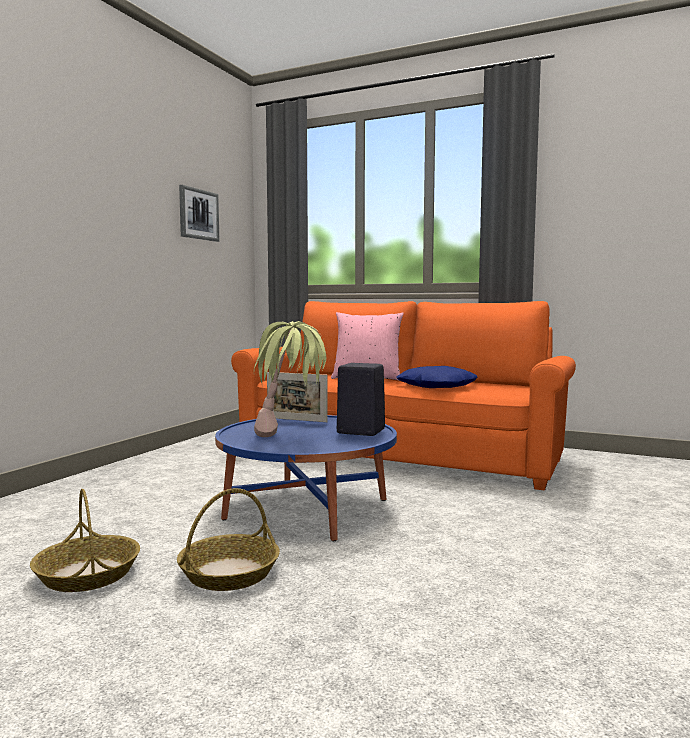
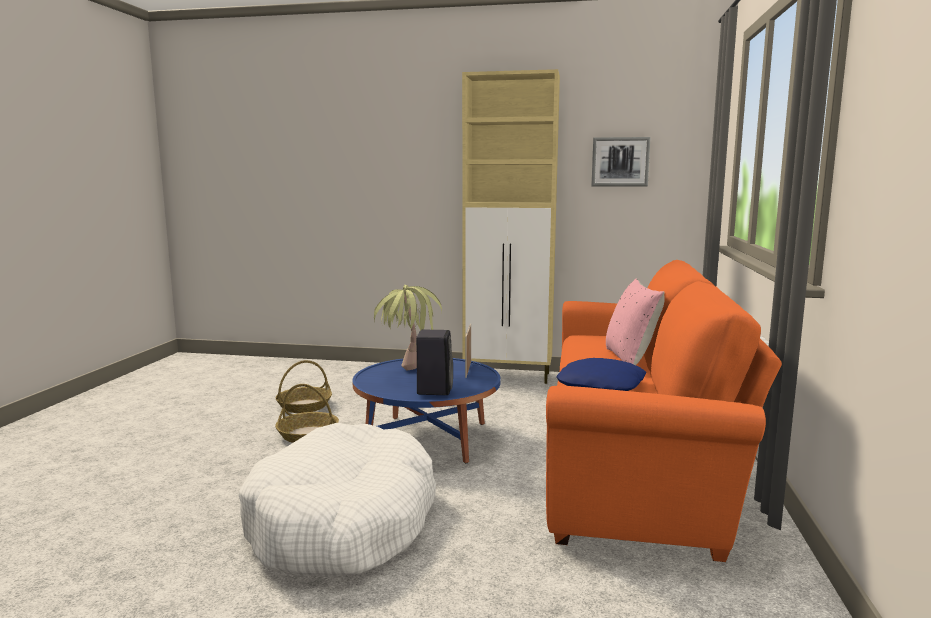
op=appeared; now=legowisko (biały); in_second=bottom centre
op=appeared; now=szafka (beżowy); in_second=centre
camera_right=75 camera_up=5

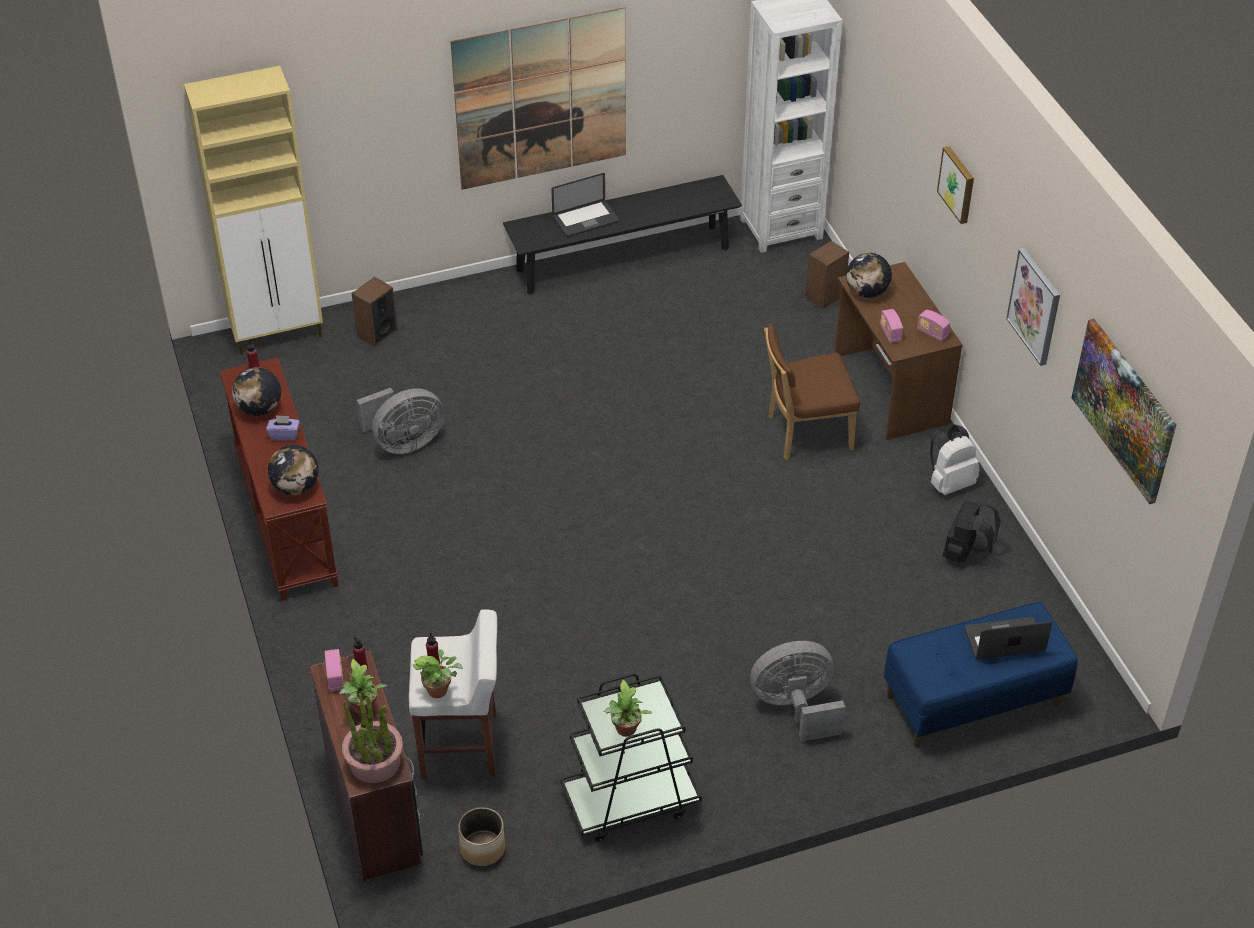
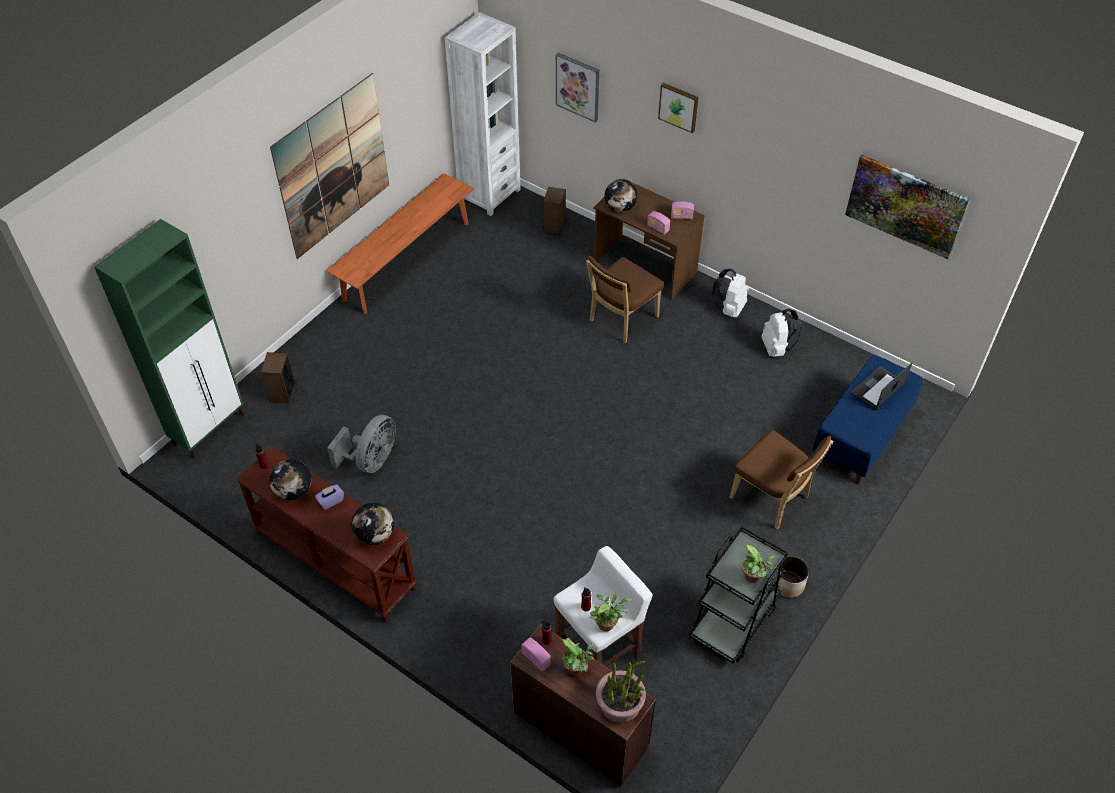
op=colour; was=szafka (beżowy); now=szafka (zielony); in_first=top left; in_second=middle left
op=relocated; was=donica; in_first=bottom centre; in_second=bottom right
op=colour; was=ławka (czarny); now=ławka (pomarańczowy); in_first=top centre; in_second=top centre
op=missing; was=laptop (no. 1 from left); in_first=top centre
op=exchanged; was=wentylator (szary) (no. 2 from left); now=krzesło (brązowy) (no. 2 from left); in_first=bottom centre; in_second=middle right
op=colour; was=plecak (czarny); now=plecak (biały) (no. 2 from left); in_first=middle right; in_second=middle right
op=relocated; was=obraz (no. 3 from left in the first image); now=obraz (no. 2 from left); in_first=top right; in_second=top centre
camera_right=-35 camera_up=5

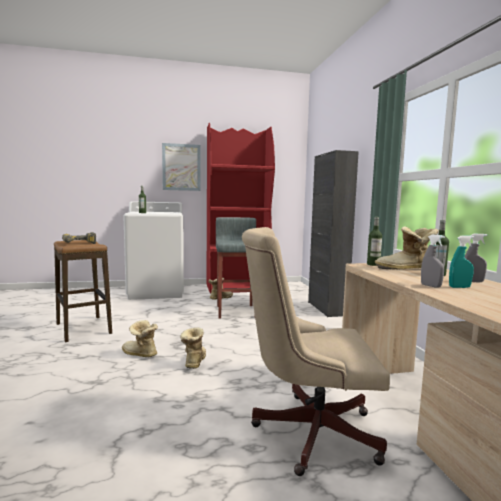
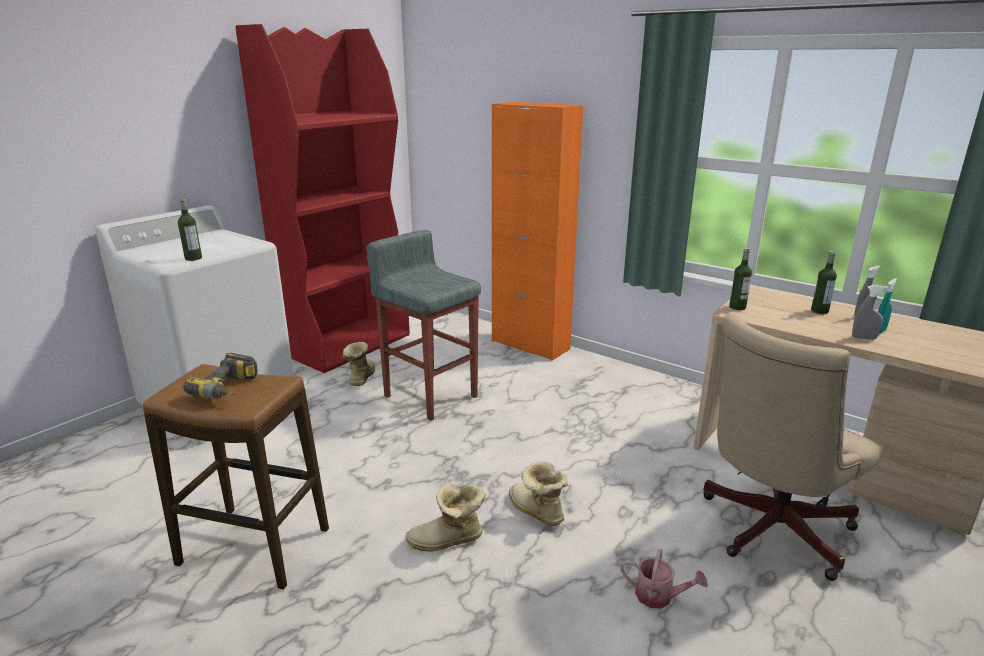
op=missing; was=obraz; in_first=centre
op=colour; was=szafka (czarny); now=szafka (pomarańczowy); in_first=centre; in_second=centre
op=missing; was=but z cholewką (no. 4 from left); in_first=middle right
op=appeared; now=konewka; in_second=bottom right
camera_right=-40 camera_up=15

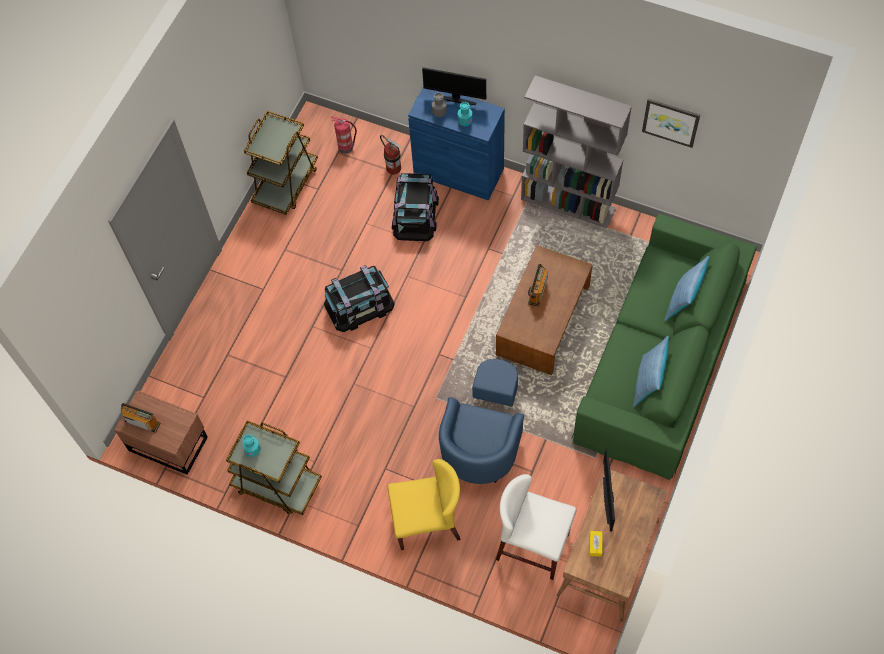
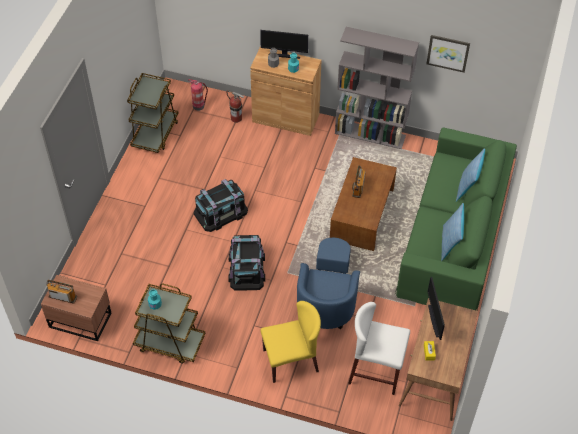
op=relocated; was=pojemnik do przechowywania (czarny) (no. 2 from left); in_first=top centre; in_second=centre
op=colour; was=szafka (niebieski); now=szafka (brązowy); in_first=top centre; in_second=top centre
camera_right=-10 camera_up=-10

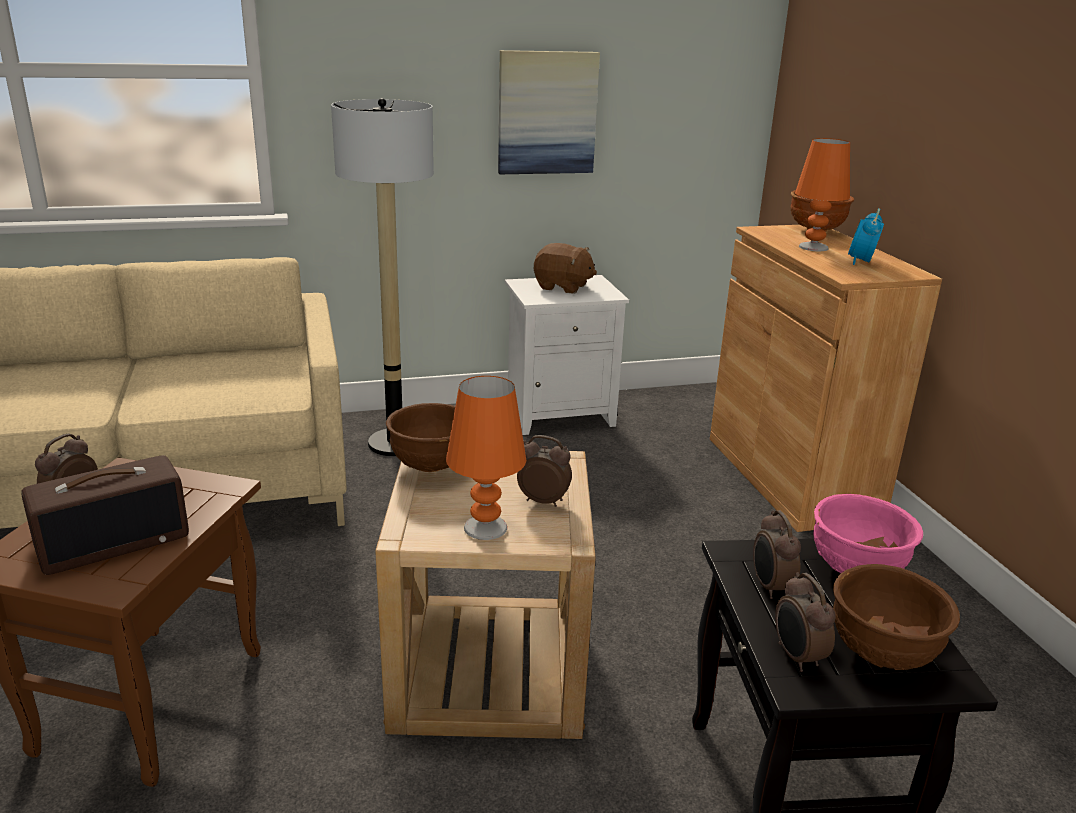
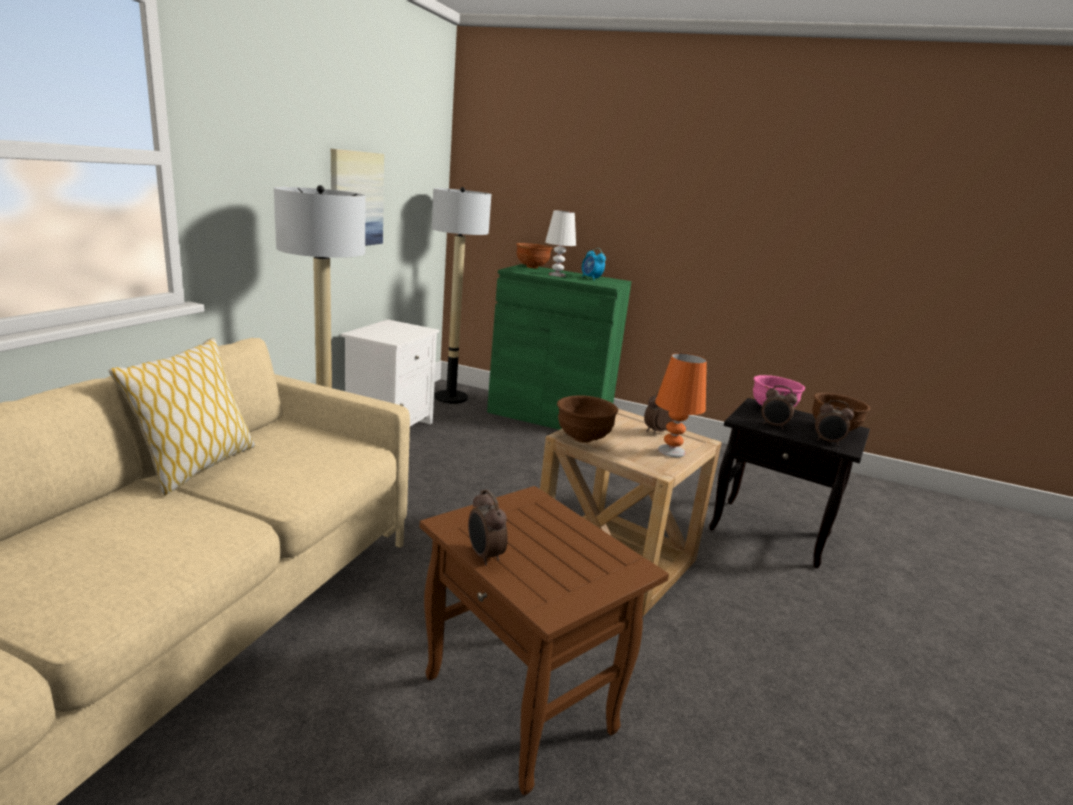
op=missing; was=radio; in_first=middle left
op=missing; was=pluszak (brązowy); in_first=top centre
op=colour; was=szafka (brązowy); now=szafka (zielony); in_first=middle right; in_second=centre
op=colour; was=lampa stołowa (pomarańczowy) (no. 2 from left); now=lampa stołowa (biały); in_first=top right; in_second=top centre
op=appeared; now=poduszka; in_second=middle left
op=appeared; now=lampa stojąca (no. 2 from left); in_second=centre
camera_right=-55 camera_up=-5

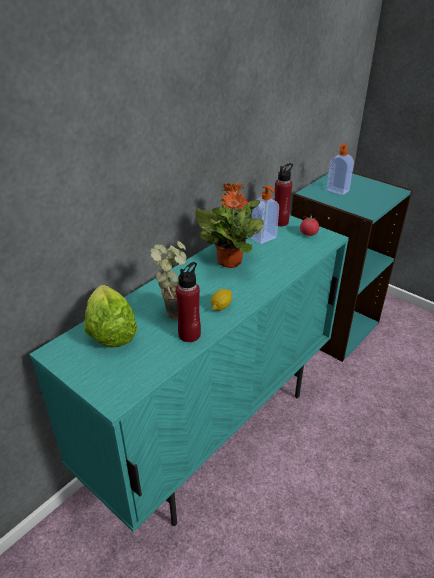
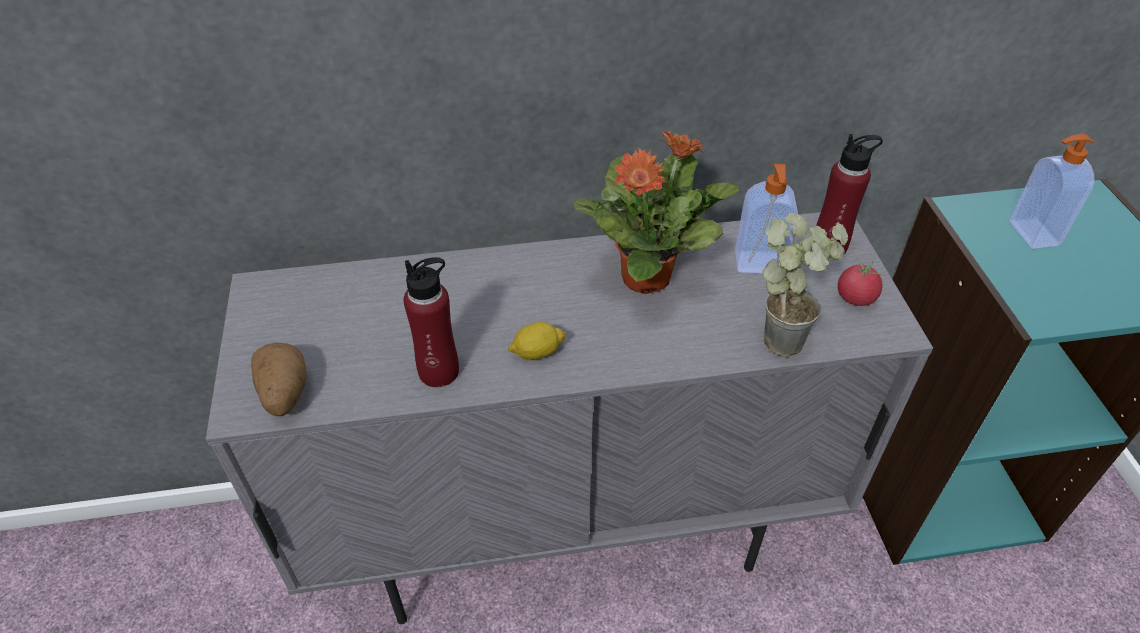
op=colour; was=szafka (turkusowy); now=szafka (szary); in_first=centre; in_second=centre
op=missing; was=sałata; in_first=middle left
op=relocated; was=roślina doniczkowa (no. 1 from left in the first image); now=roślina doniczkowa (no. 2 from left); in_first=centre; in_second=middle right
op=appeared; now=ziemniak; in_second=middle left
camera_right=40 camera_up=10

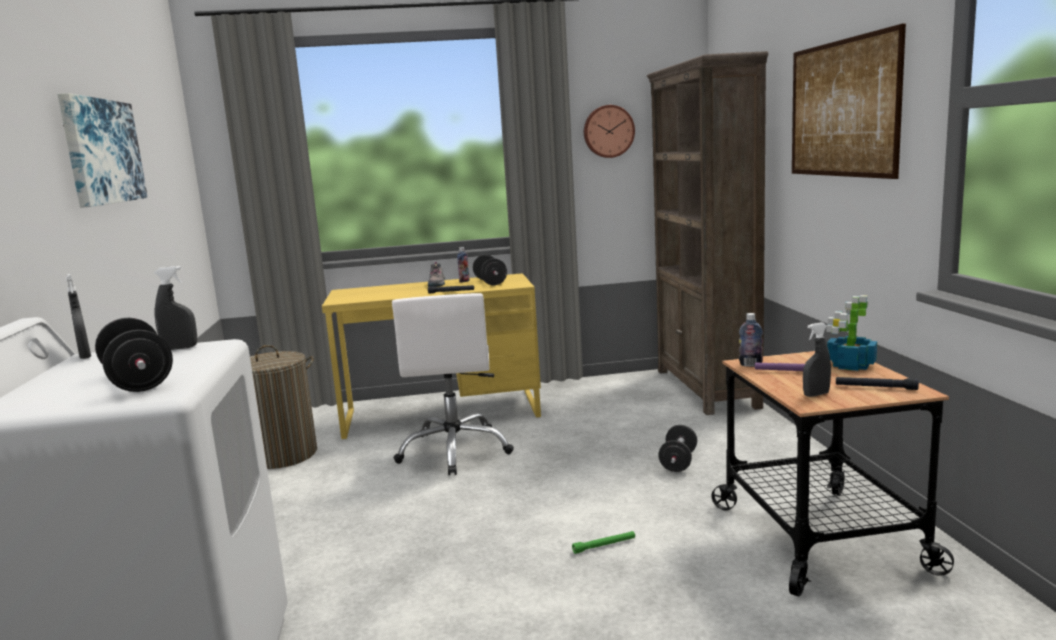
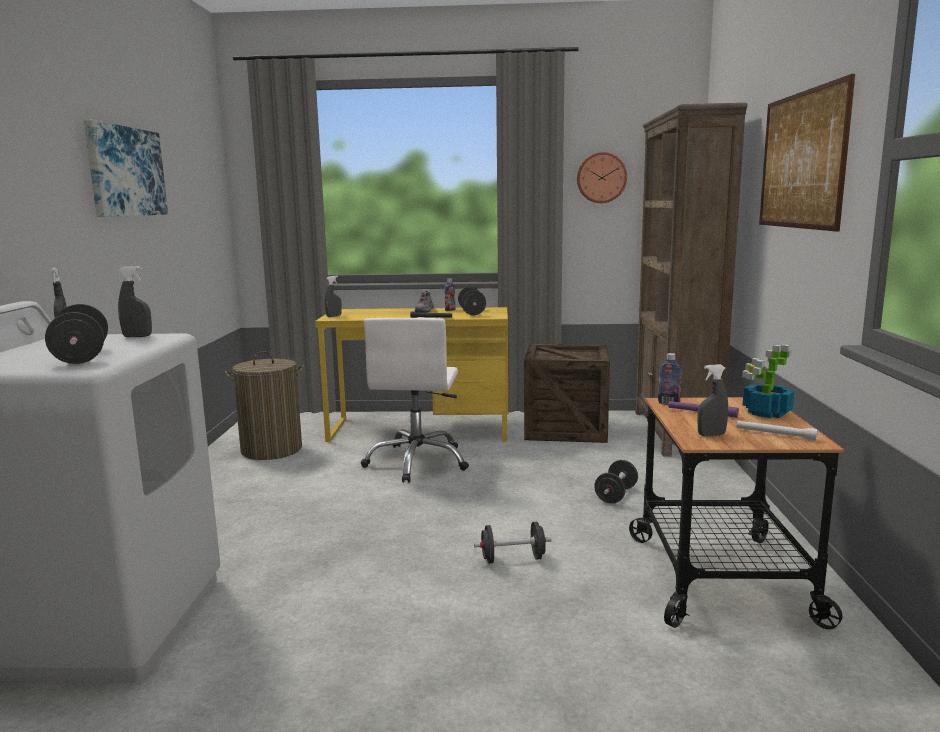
op=exchanged; was=latarka (zielony); now=hantel (czarny) (no. 3 from left); in_first=bottom centre; in_second=bottom centre
op=colour; was=latarka (czarny) (no. 2 from left); now=latarka (biały); in_first=middle right; in_second=middle right
op=appeared; now=spryskiwacz (szary) (no. 3 from left); in_second=centre
op=appeared; now=skrzynka; in_second=centre
camera_right=10 camera_up=0

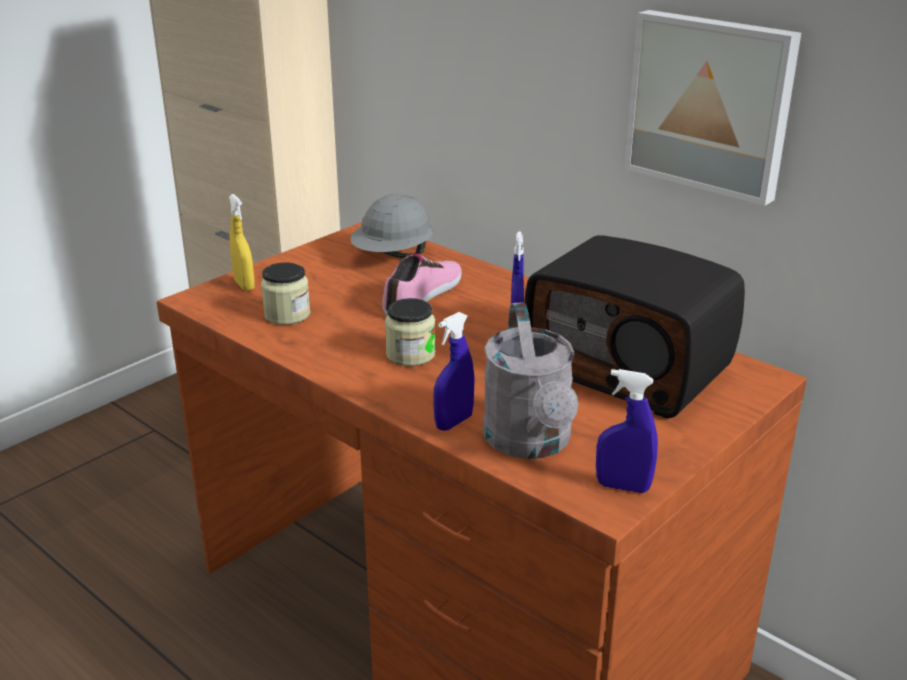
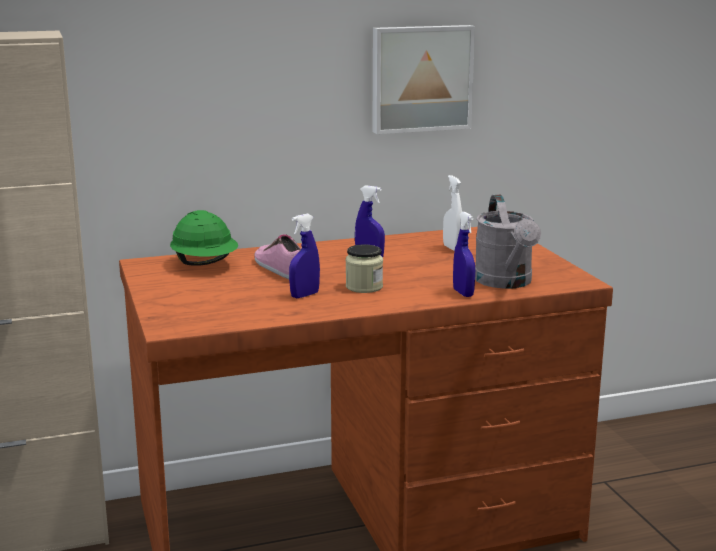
op=missing; was=spryskiwacz (żółty); in_first=middle left
op=missing; was=słoik (no. 1 from left); in_first=middle left
op=colour; was=kask (szary); now=kask (zielony); in_first=top centre; in_second=middle left
op=spun; was=konewka (szary); in_first=centre; in_second=middle right; clockwise=60
op=exchanged; was=radio; now=spryskiwacz (biały); in_first=middle right; in_second=centre
op=relocated; was=spryskiwacz (niebieski) (no. 3 from left in the first image); now=spryskiwacz (niebieski) (no. 1 from left); in_first=middle right; in_second=centre
camera_right=-60 camera_up=-10

